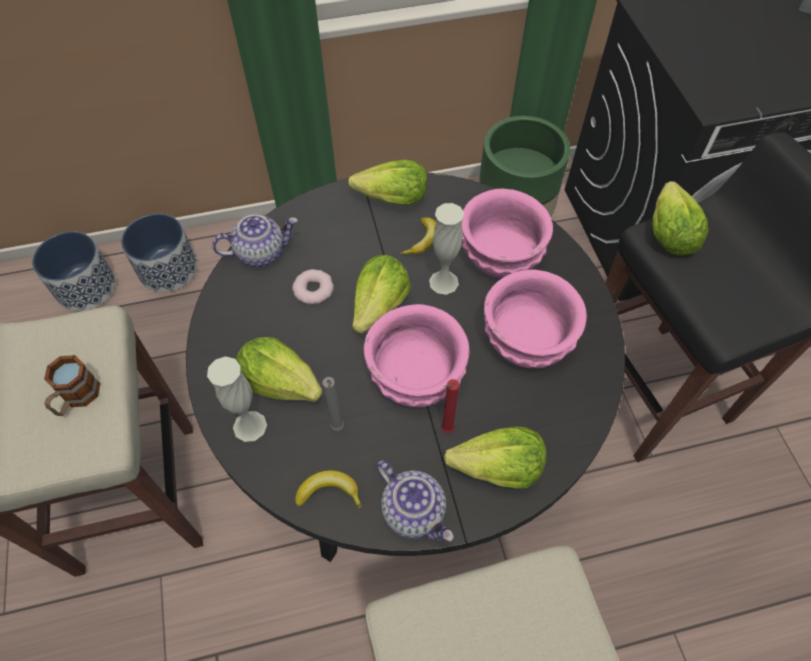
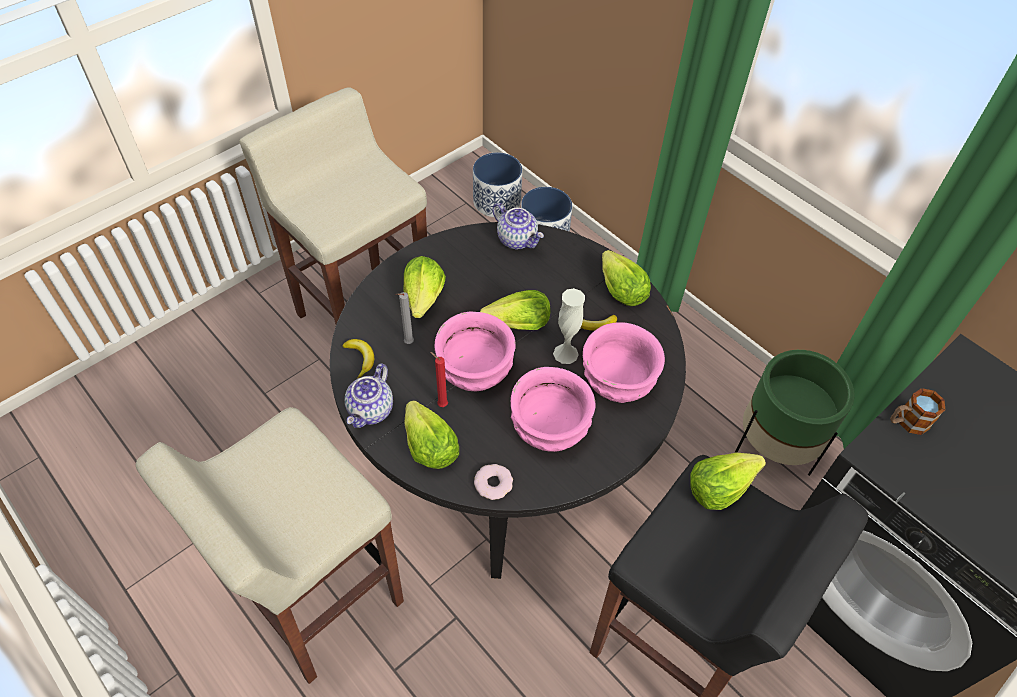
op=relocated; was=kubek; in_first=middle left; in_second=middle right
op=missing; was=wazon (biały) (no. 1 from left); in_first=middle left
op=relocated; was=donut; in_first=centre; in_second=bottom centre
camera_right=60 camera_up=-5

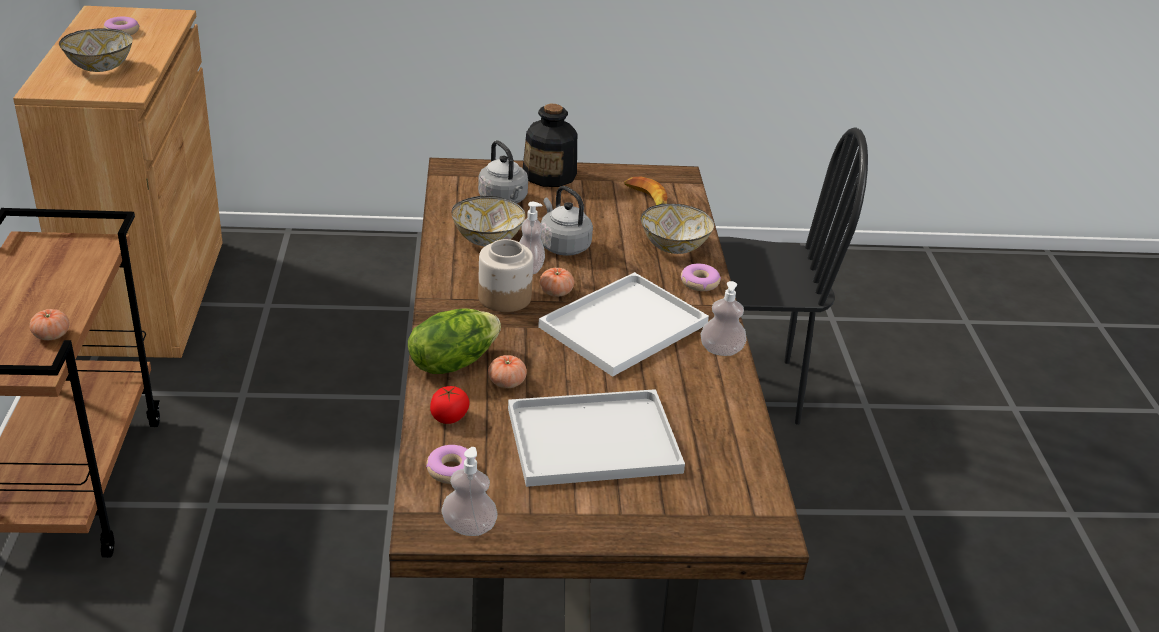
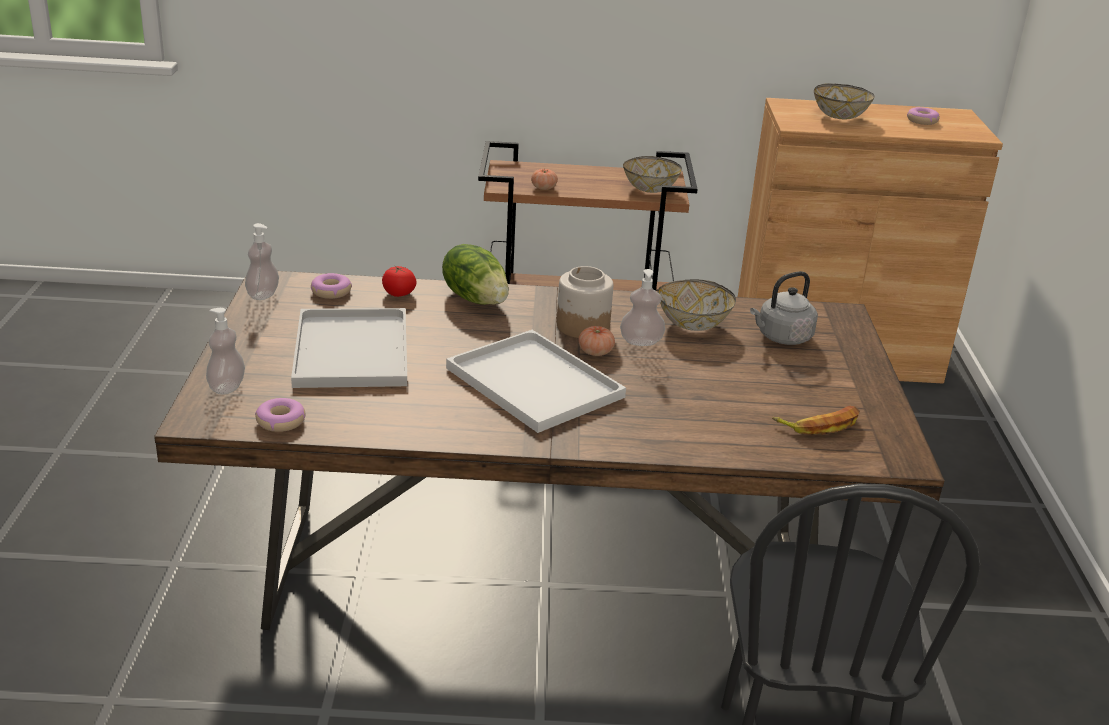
op=missing; was=pomidor (no. 3 from left); in_first=centre
op=missing; was=butelka; in_first=top centre
op=missing; was=czajnik (szary) (no. 2 from left); in_first=centre
op=relocated; was=miska (no. 3 from left in the first image); now=miska (no. 1 from left); in_first=centre; in_second=top centre
op=relocated; was=donut (no. 3 from left in the first image); now=donut (no. 1 from left); in_first=centre; in_second=middle left
op=relocated; was=dozownik mydła (no. 3 from left in the first image); now=dozownik mydła (no. 1 from left); in_first=centre; in_second=middle left
camera_right=95 camera_up=-5

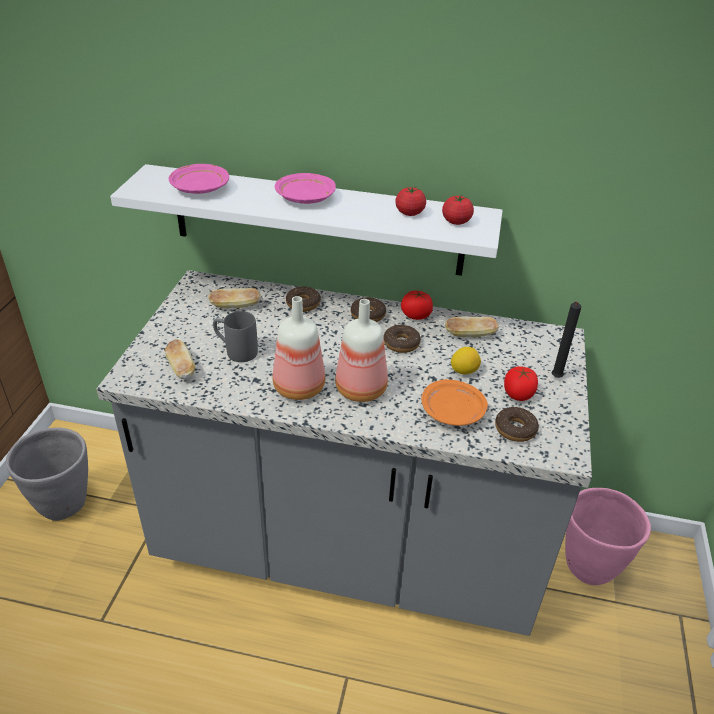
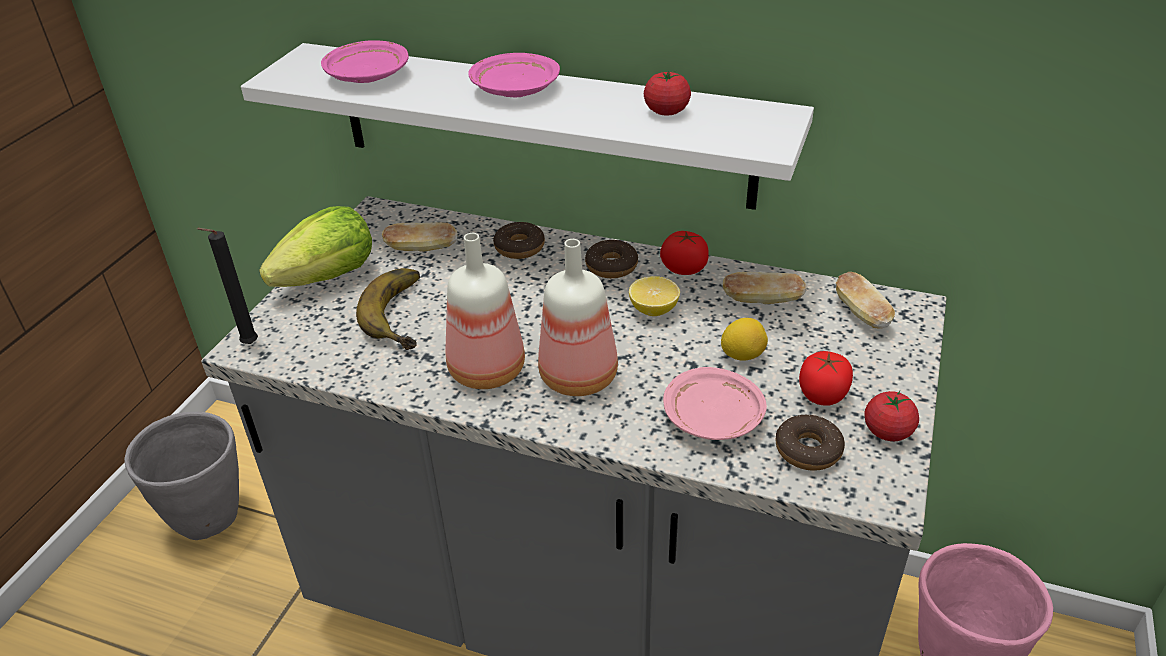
op=relocated; was=chleb (no. 1 from left in the first image); now=chleb (no. 3 from left); in_first=middle left; in_second=middle right
op=exchanged; was=kubek (szary); now=banan; in_first=middle left; in_second=middle left
op=exchanged; was=donut (no. 3 from left); now=cytryna (no. 1 from left); in_first=centre; in_second=centre
op=colour; was=talerz (pomarańczowy); now=talerz (różowy) (no. 3 from left); in_first=centre; in_second=centre
op=relocated; was=pomidor (no. 3 from left in the first image); now=pomidor (no. 4 from left); in_first=top centre; in_second=middle right
op=relocated; was=świeca (czarny); in_first=middle right; in_second=middle left
op=appeared; now=sałata; in_second=middle left
camera_right=10 camera_up=0

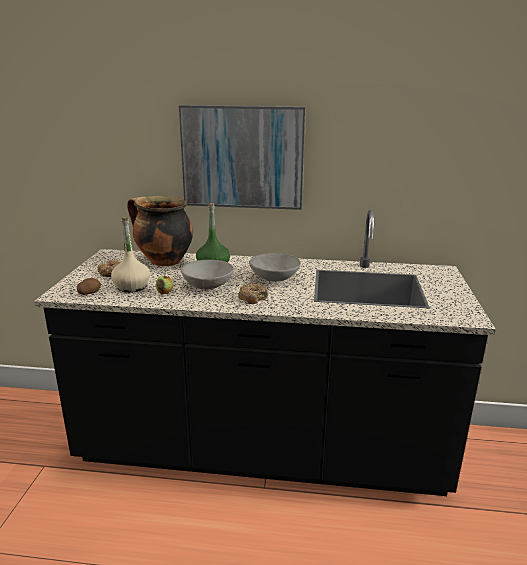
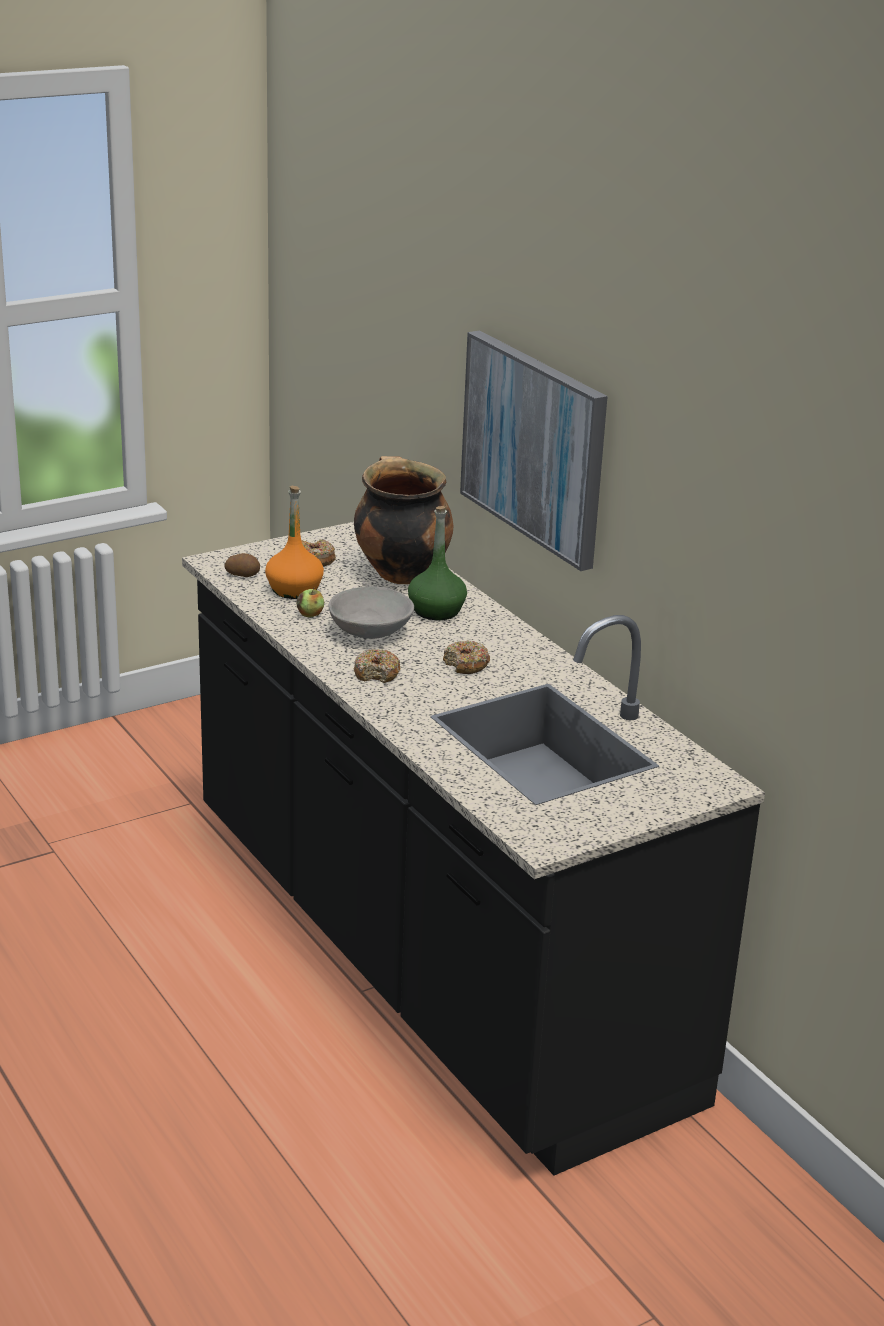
op=colour; was=butelka (beżowy); now=butelka (pomarańczowy); in_first=middle left; in_second=middle left
op=exchanged; was=miska (szary) (no. 2 from left); now=donut (no. 3 from left); in_first=centre; in_second=centre
camera_right=50 camera_up=5

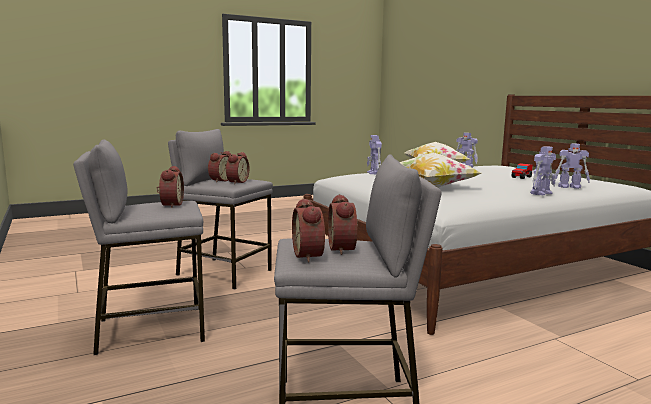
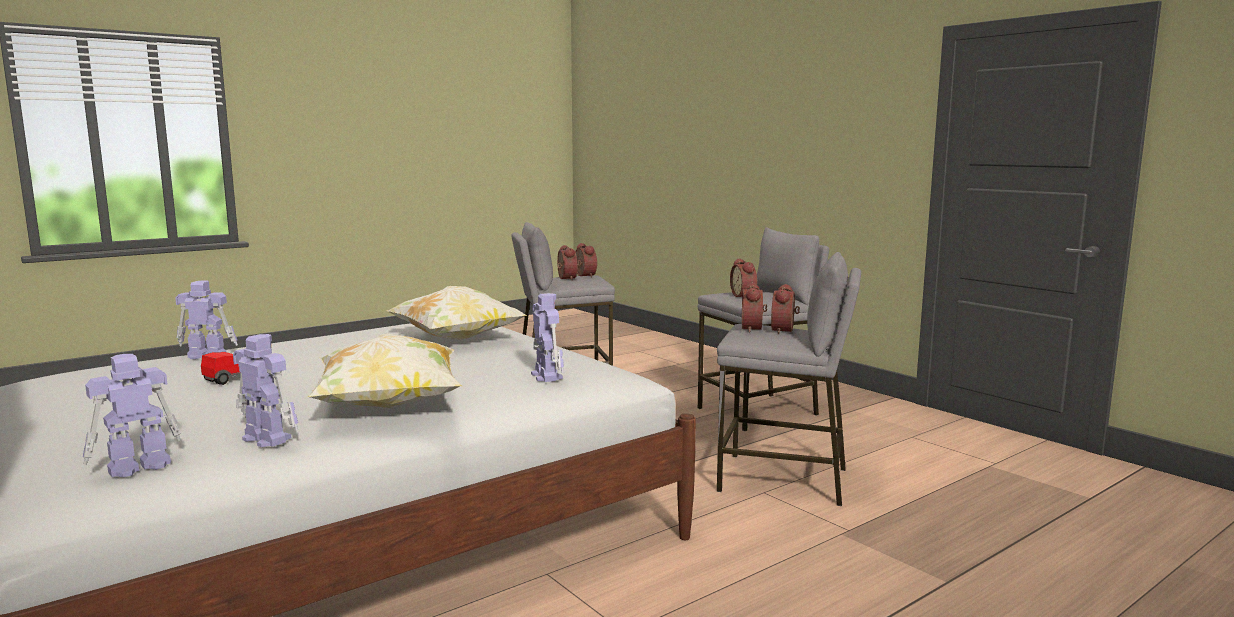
op=relocated; was=robot zabawkowy (no. 3 from left in the first image); now=robot zabawkowy (no. 1 from left); in_first=middle right; in_second=bottom left
camera_right=170 camera_up=0

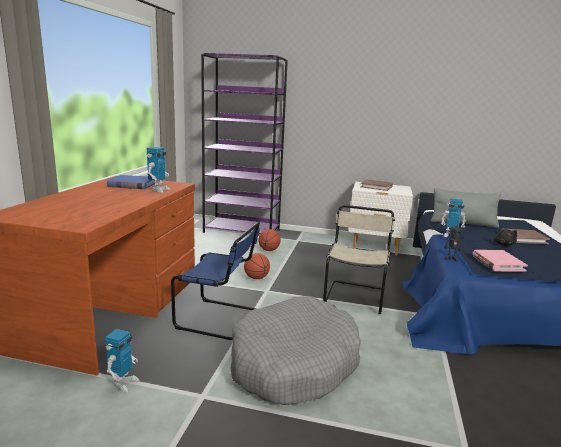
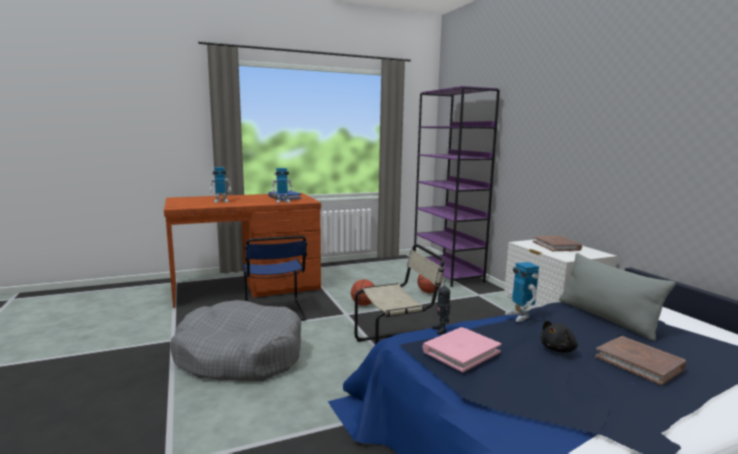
op=relocated; was=robot zabawkowy (no. 1 from left); in_first=bottom left; in_second=middle left
camera_right=55 camera_up=-5

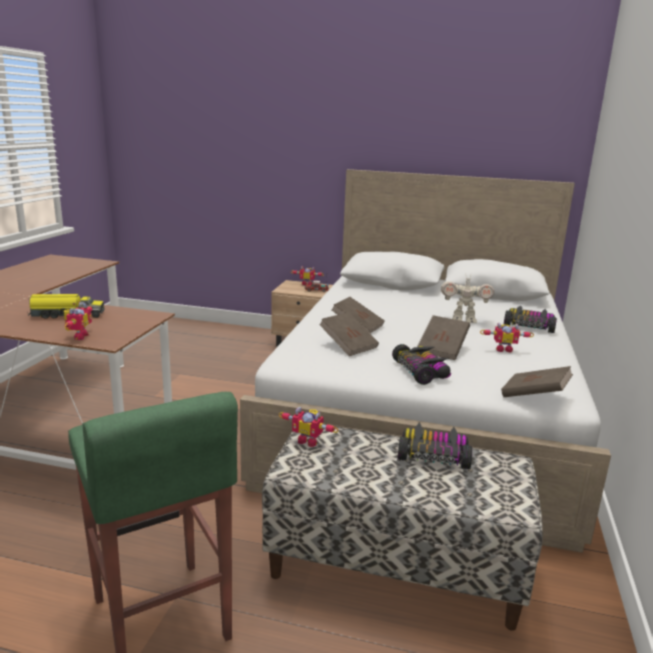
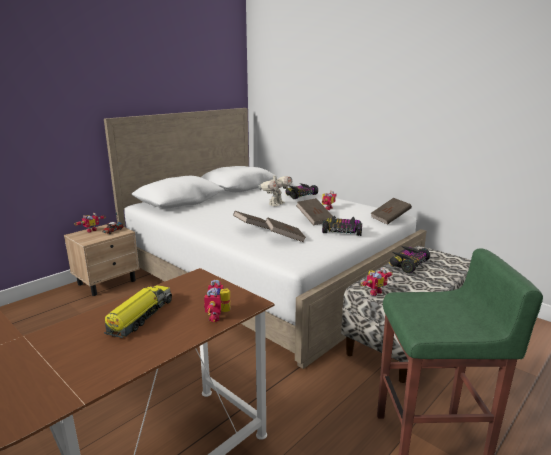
op=spun; was=robot zabawkowy (no. 1 from left in the first image); in_first=middle left; in_second=centre; clockwise=-120
camera_right=-60 camera_up=0

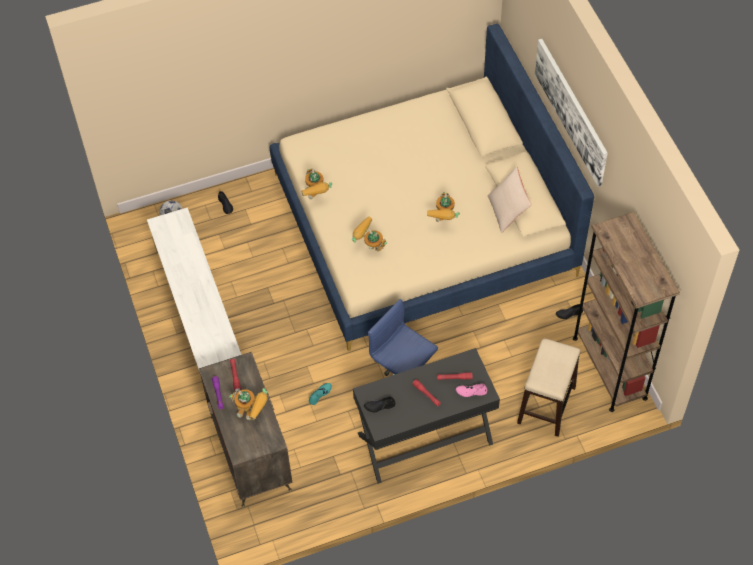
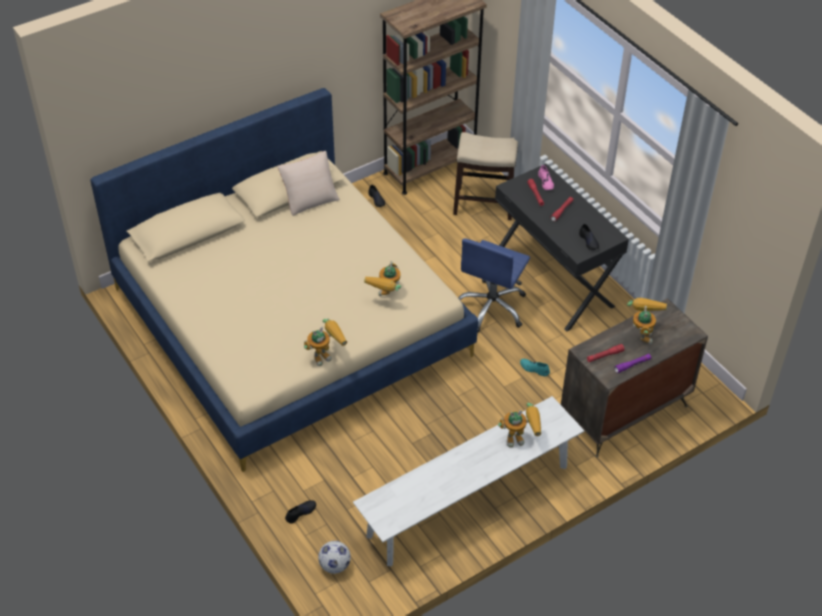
op=relocated; was=robot zabawkowy (no. 4 from left in the first image); now=robot zabawkowy (no. 3 from left); in_first=centre; in_second=bottom centre
op=missing; was=obraz; in_first=top right
camera_right=-105 camera_up=-10

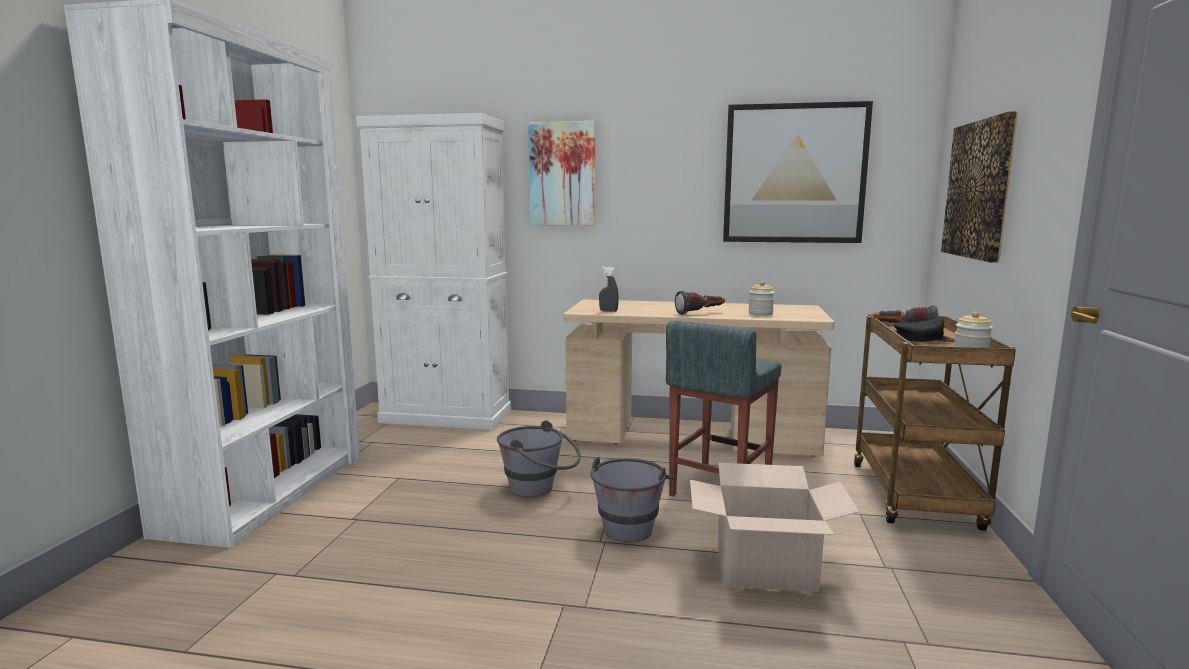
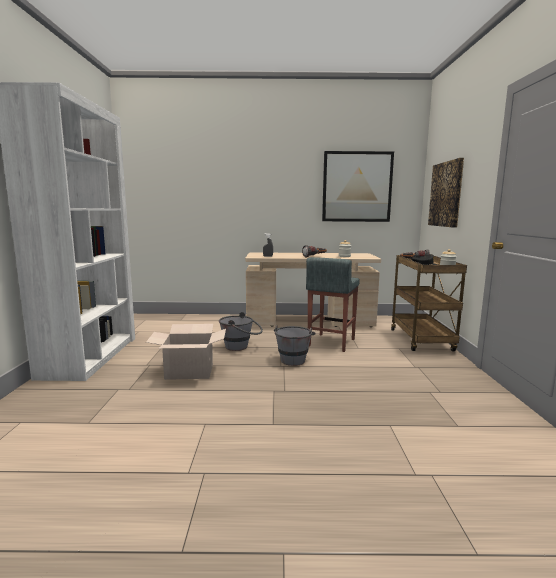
op=missing; was=szafka (biały); in_first=centre
op=missing; was=obraz (no. 1 from left); in_first=top centre
op=relocated; was=karton; in_first=bottom centre; in_second=centre
camera_right=-10 camera_up=0

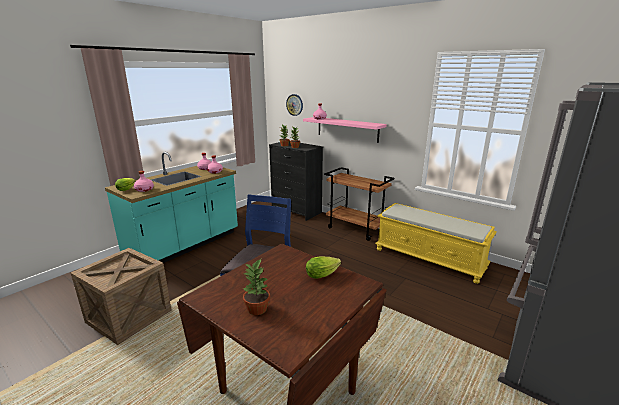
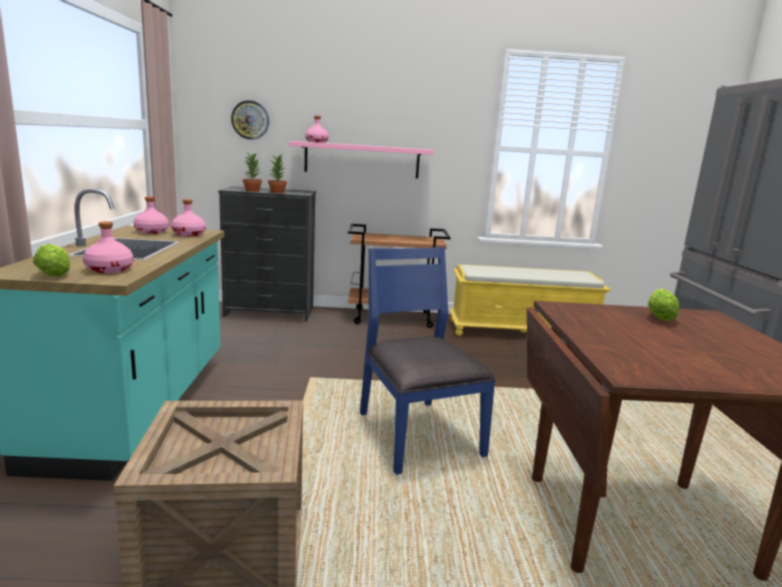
op=missing; was=roślina doniczkowa (no. 1 from left); in_first=bottom centre
camera_right=-40 camera_up=-5

